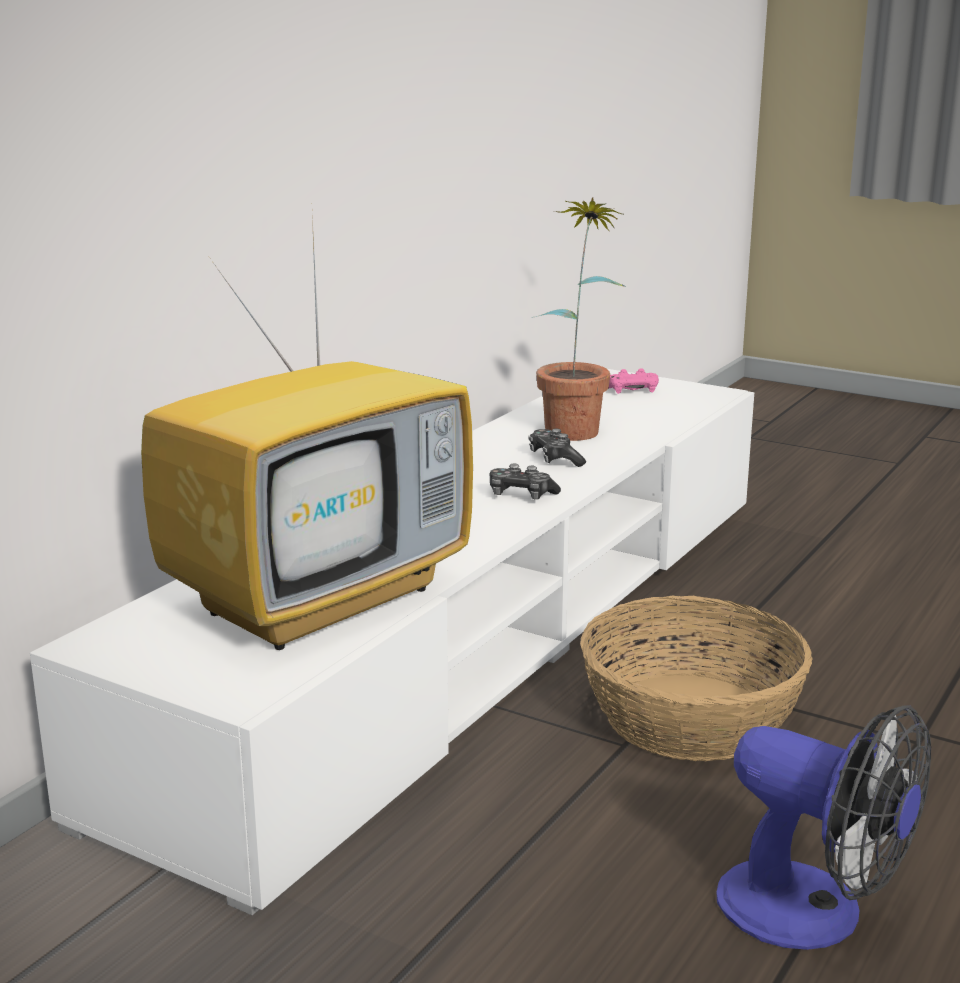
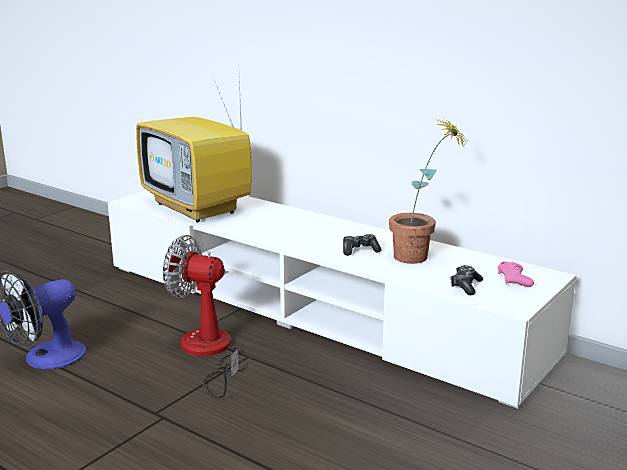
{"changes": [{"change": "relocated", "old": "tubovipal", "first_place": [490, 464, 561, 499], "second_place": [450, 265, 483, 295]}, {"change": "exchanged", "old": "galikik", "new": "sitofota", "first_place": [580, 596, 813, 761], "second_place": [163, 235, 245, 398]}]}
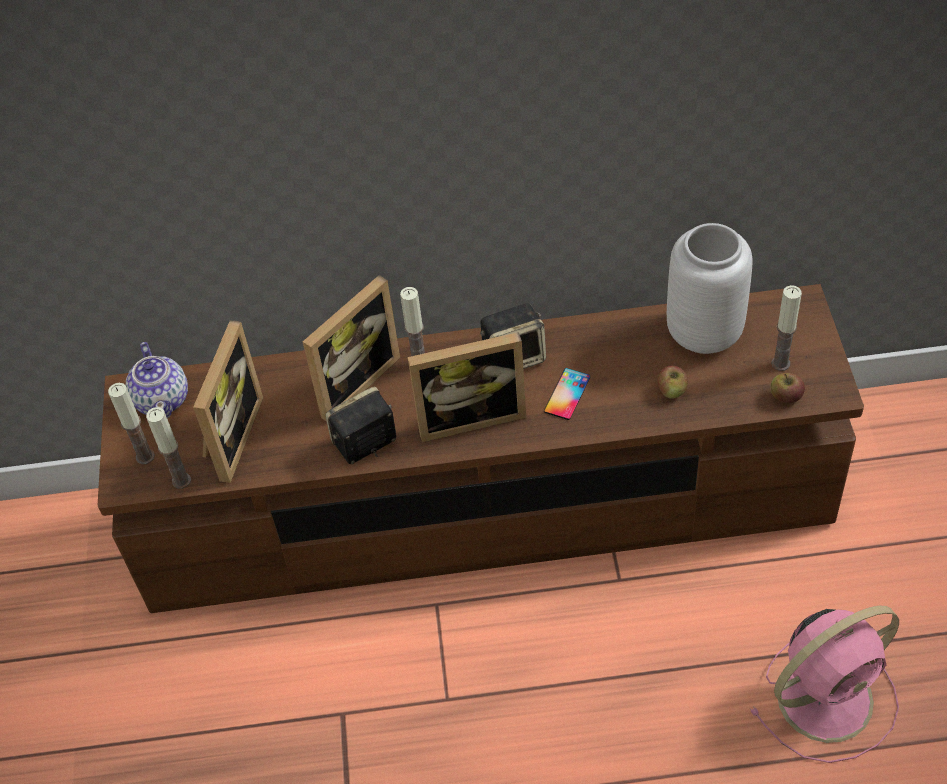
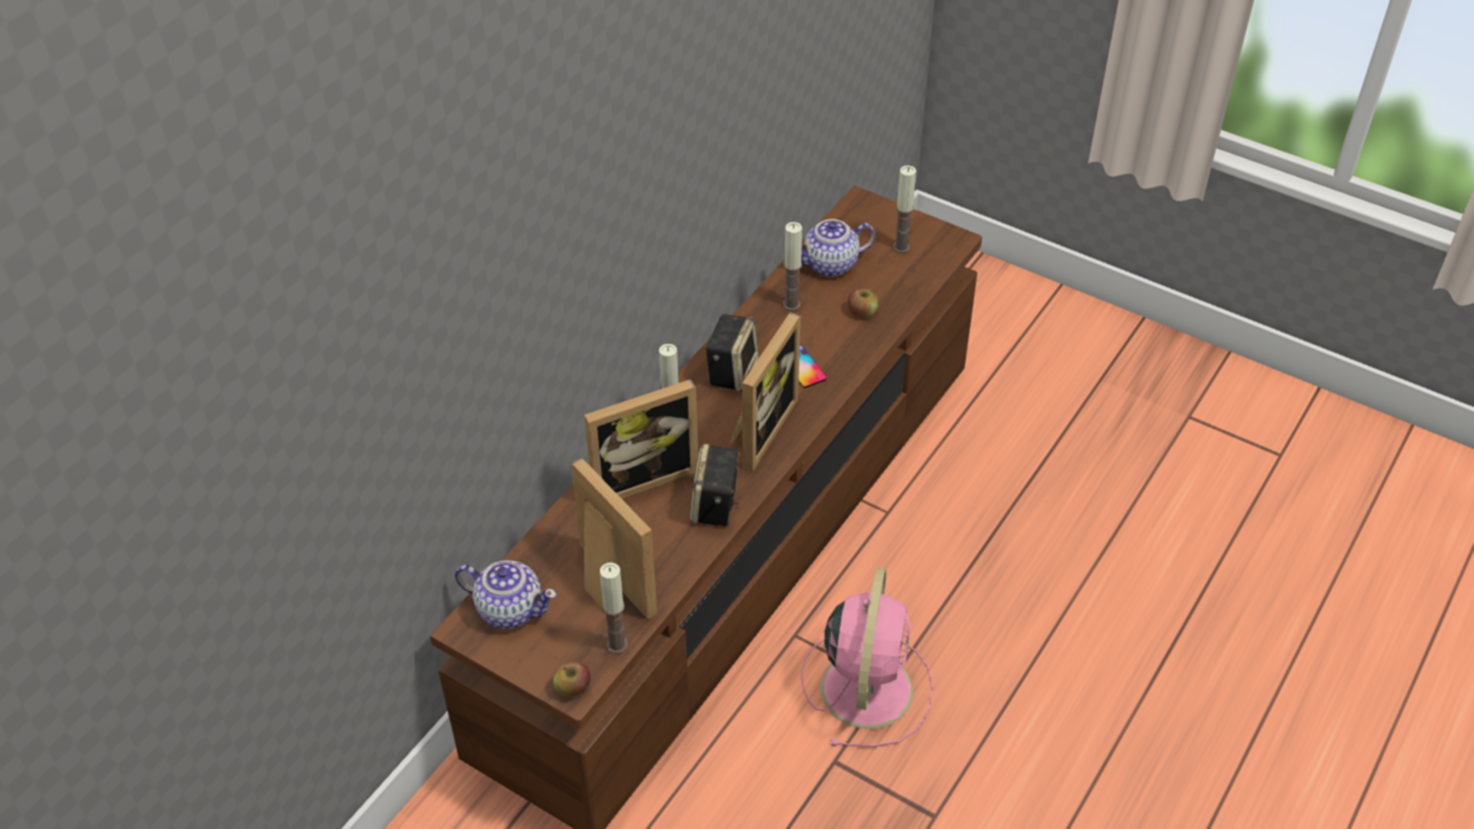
{"changes": [{"change": "exchanged", "old": "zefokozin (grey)", "new": "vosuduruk", "first_place": [667, 223, 753, 354], "second_place": [801, 219, 875, 277]}, {"change": "spun", "old": "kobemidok", "first_place": [303, 275, 400, 422], "second_place": [584, 379, 698, 499], "degrees": 75}, {"change": "relocated", "old": "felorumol", "first_place": [771, 373, 805, 403], "second_place": [553, 661, 591, 697]}, {"change": "relocated", "old": "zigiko", "first_place": [108, 383, 155, 464], "second_place": [783, 222, 802, 311]}, {"change": "relocated", "old": "sitofota (pink)", "first_place": [750, 606, 899, 763], "second_place": [801, 568, 933, 747]}]}
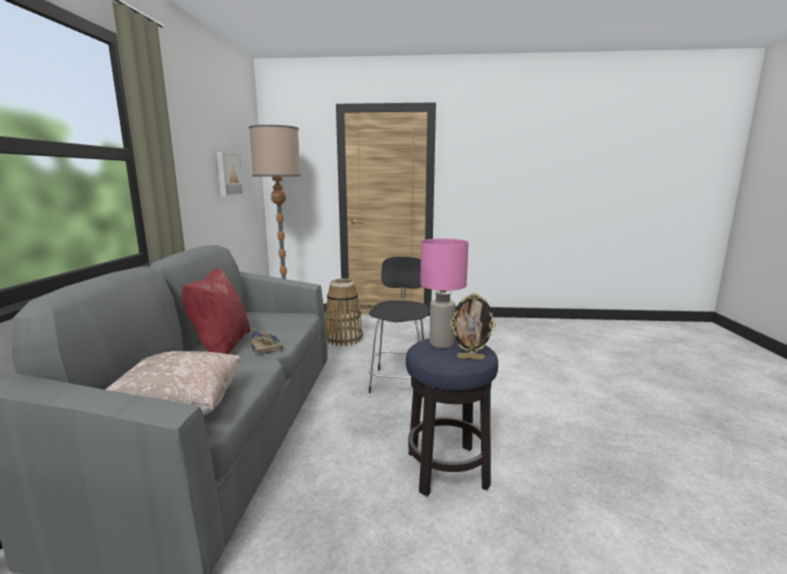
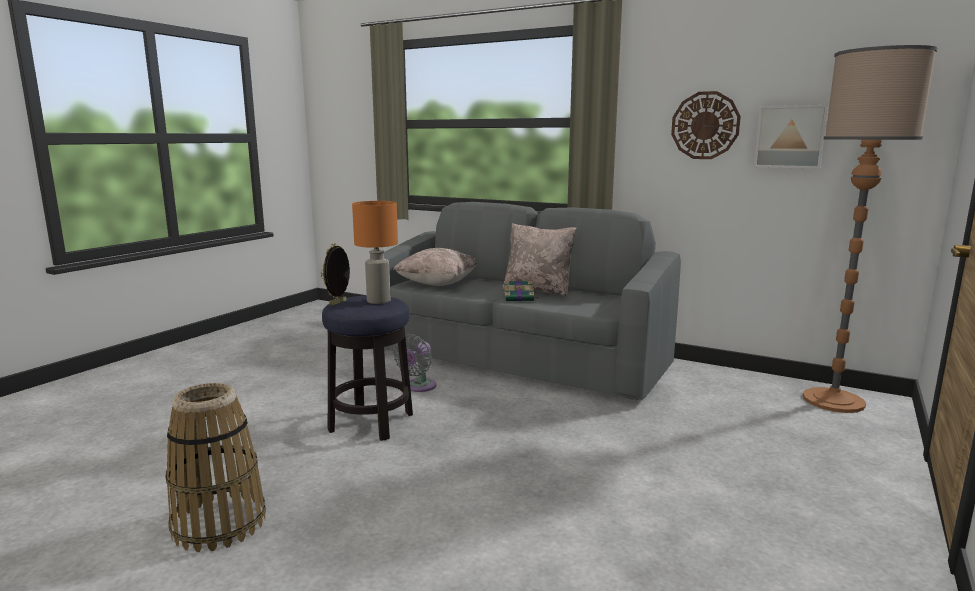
{"changes": [{"change": "colour", "old": "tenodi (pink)", "new": "tenodi (orange)", "first_place": [420, 239, 468, 348], "second_place": [352, 201, 398, 304]}, {"change": "missing", "old": "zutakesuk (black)", "first_place": [369, 257, 429, 393]}, {"change": "colour", "old": "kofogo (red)", "new": "kofogo (beige)", "first_place": [182, 268, 250, 354], "second_place": [502, 223, 576, 296]}, {"change": "relocated", "old": "galikik", "first_place": [325, 279, 363, 347], "second_place": [166, 383, 266, 552]}, {"change": "appeared", "new": "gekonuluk", "second_place": [671, 91, 741, 159]}, {"change": "appeared", "new": "sitofota (grey)", "second_place": [393, 334, 436, 392]}]}
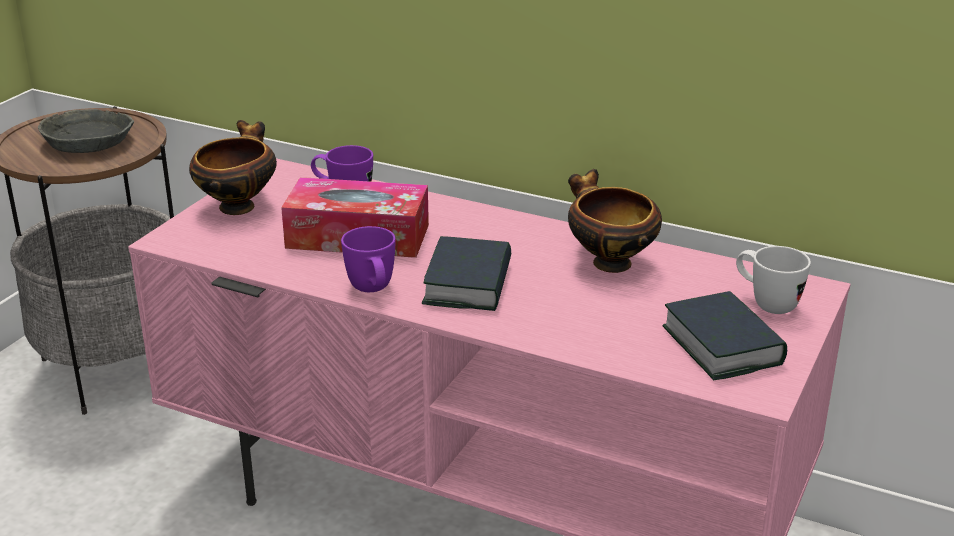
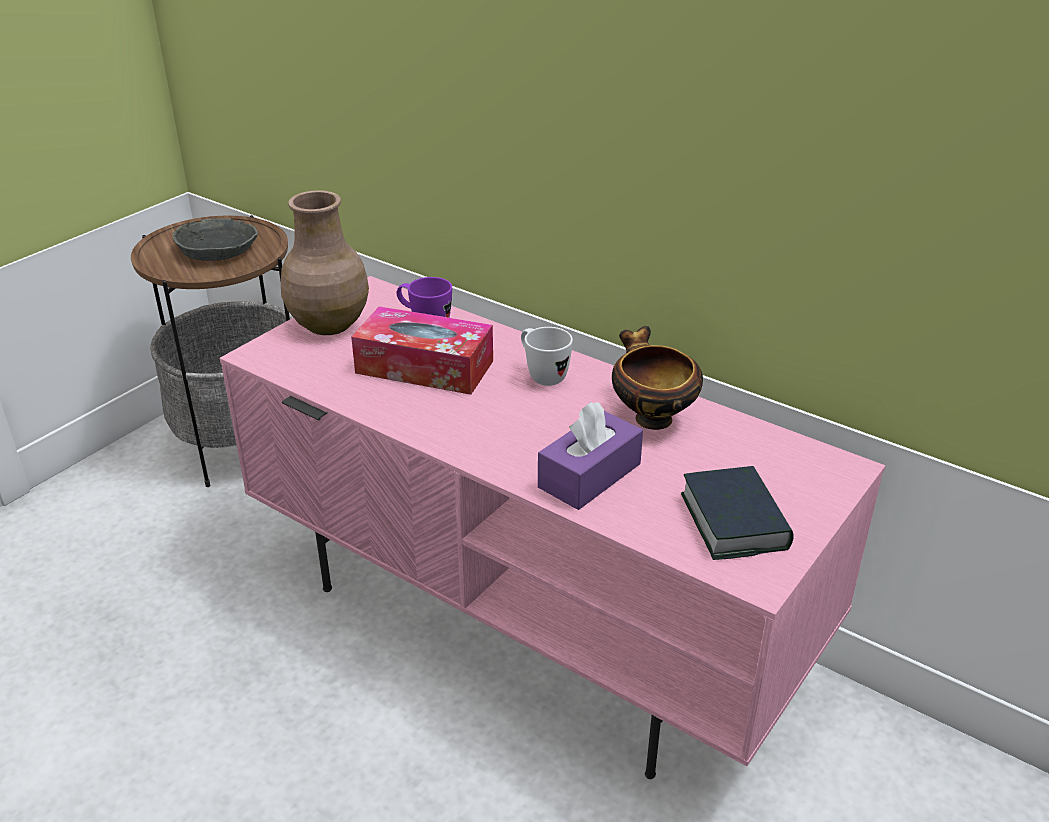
{"changes": [{"change": "exchanged", "old": "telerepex", "new": "zefokozin (brown)", "first_place": [189, 120, 277, 215], "second_place": [281, 190, 369, 335]}, {"change": "missing", "old": "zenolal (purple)", "first_place": [341, 226, 396, 292]}, {"change": "missing", "old": "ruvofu", "first_place": [422, 236, 511, 311]}, {"change": "relocated", "old": "zenolal (white)", "first_place": [736, 246, 811, 314], "second_place": [521, 327, 573, 386]}, {"change": "appeared", "new": "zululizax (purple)", "second_place": [538, 402, 643, 510]}]}
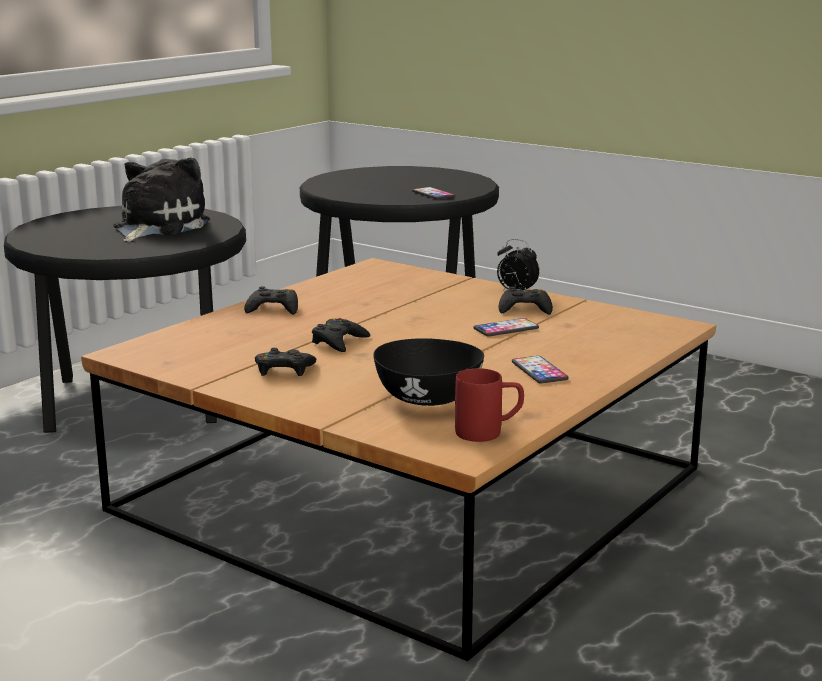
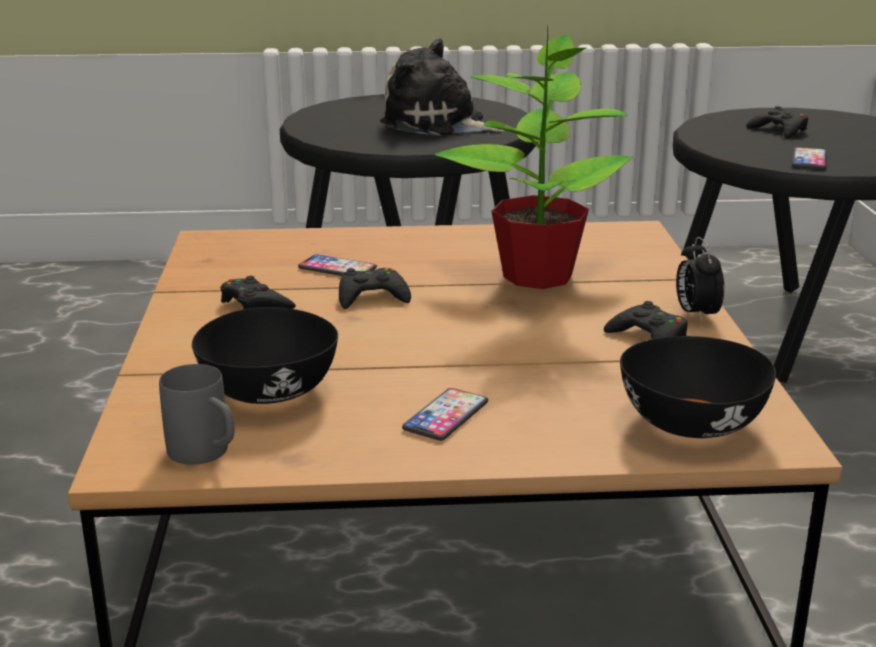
{"changes": [{"change": "spun", "old": "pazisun", "first_place": [113, 158, 210, 242], "second_place": [380, 38, 505, 136], "degrees": -135}, {"change": "relocated", "old": "tubovipal (black)", "first_place": [244, 286, 298, 315], "second_place": [746, 106, 808, 138]}, {"change": "relocated", "old": "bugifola", "first_place": [473, 318, 539, 337], "second_place": [298, 254, 377, 276]}, {"change": "colour", "old": "zenolal (red)", "new": "zenolal (grey)", "first_place": [455, 368, 524, 442], "second_place": [159, 364, 234, 465]}, {"change": "appeared", "new": "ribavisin", "second_place": [435, 25, 632, 289]}, {"change": "appeared", "new": "telerepex (black)", "second_place": [620, 336, 776, 438]}]}
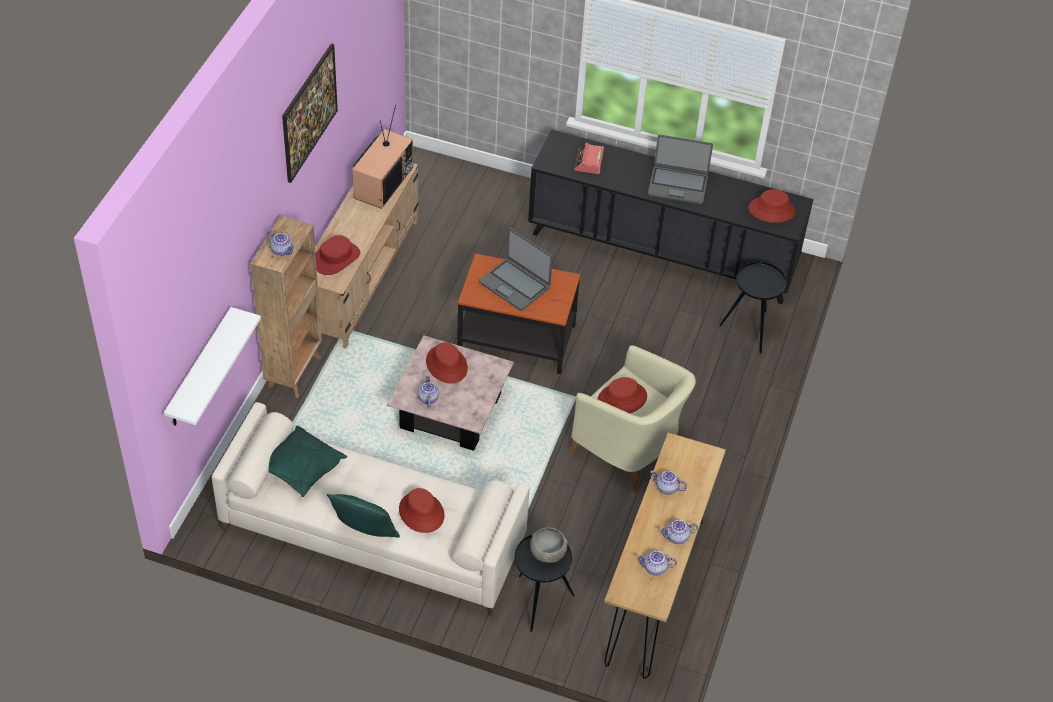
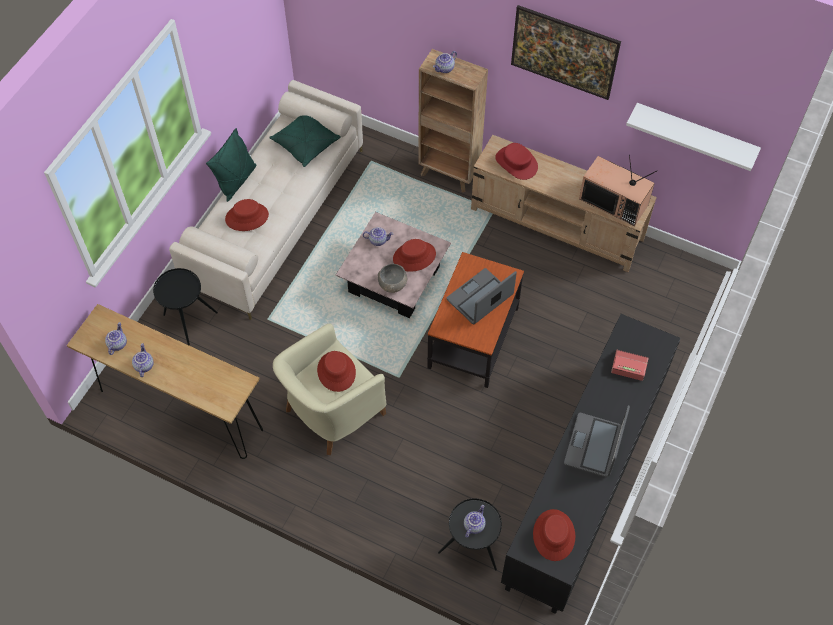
{"changes": [{"change": "relocated", "old": "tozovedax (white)", "first_place": [164, 307, 261, 426], "second_place": [626, 103, 761, 171]}, {"change": "relocated", "old": "vosuduruk", "first_place": [650, 471, 687, 495], "second_place": [464, 505, 486, 538]}, {"change": "relocated", "old": "telerepex (grey)", "first_place": [530, 527, 567, 563], "second_place": [378, 264, 407, 293]}]}
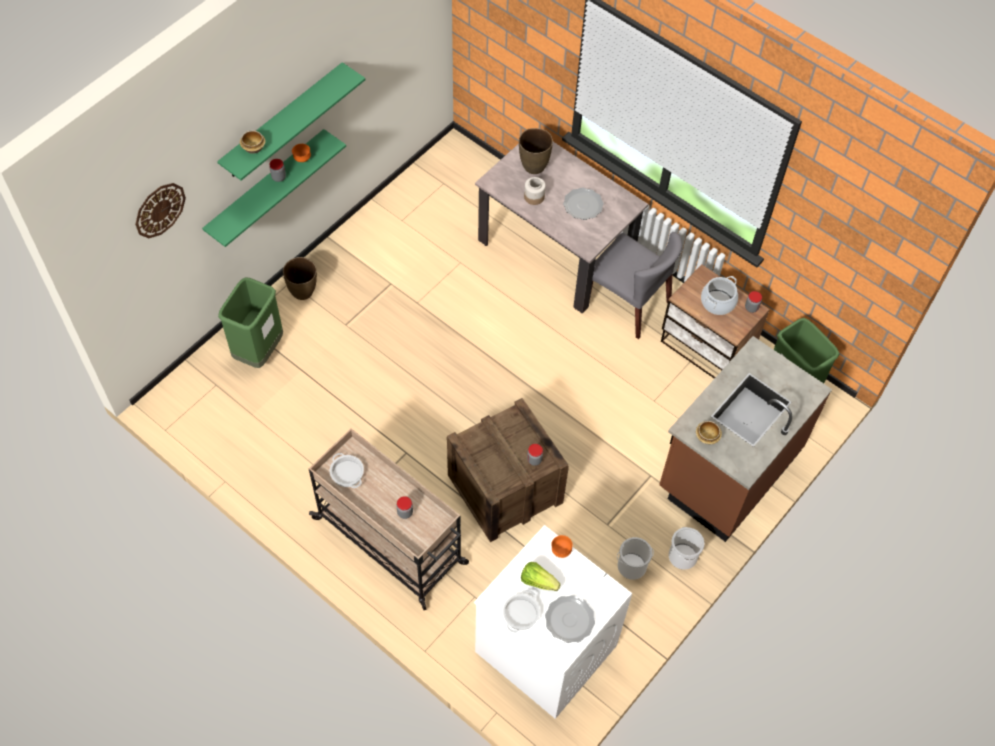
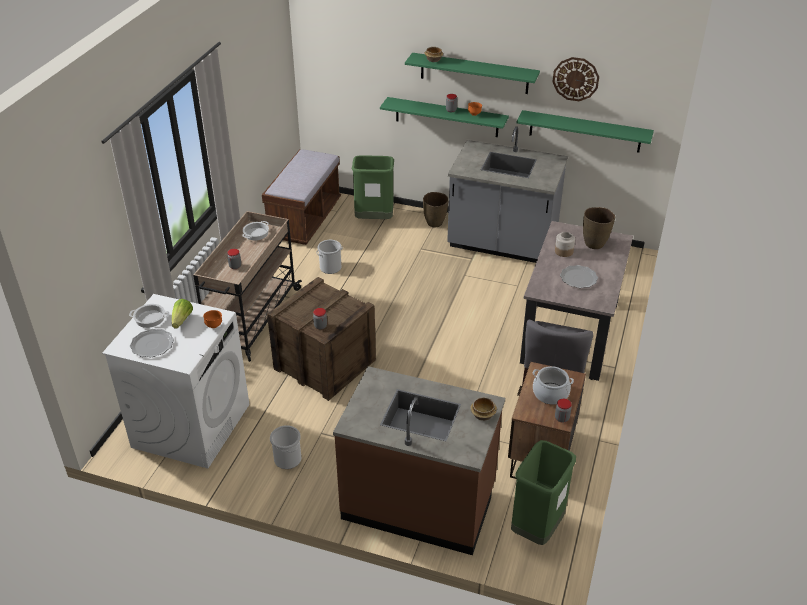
{"changes": [{"change": "relocated", "old": "gekonuluk", "first_place": [135, 183, 186, 238], "second_place": [553, 57, 599, 101]}, {"change": "relocated", "old": "telerepex", "first_place": [696, 421, 722, 444], "second_place": [471, 397, 497, 421]}, {"change": "relocated", "old": "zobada", "first_place": [669, 527, 705, 570], "second_place": [316, 240, 343, 274]}, {"change": "appeared", "new": "tozovedax (green)", "second_place": [517, 110, 654, 153]}, {"change": "appeared", "new": "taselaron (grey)", "second_place": [447, 126, 568, 263]}, {"change": "appeared", "new": "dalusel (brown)", "second_place": [262, 149, 341, 245]}]}
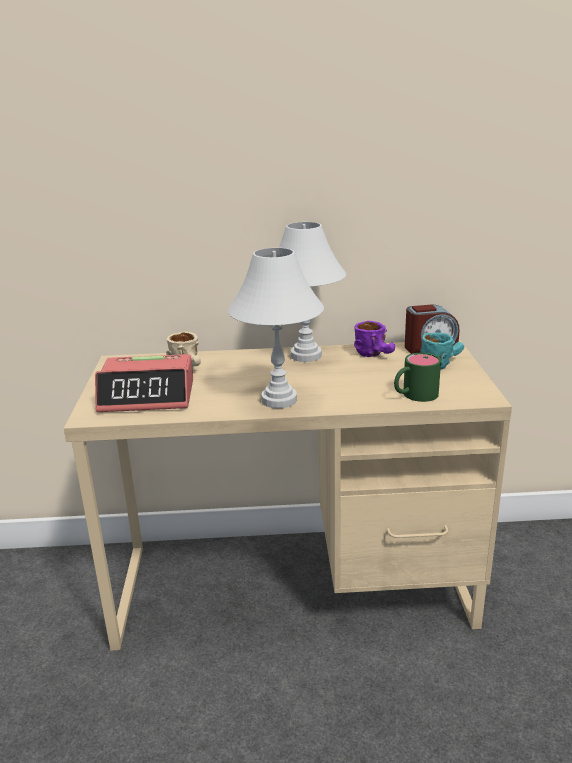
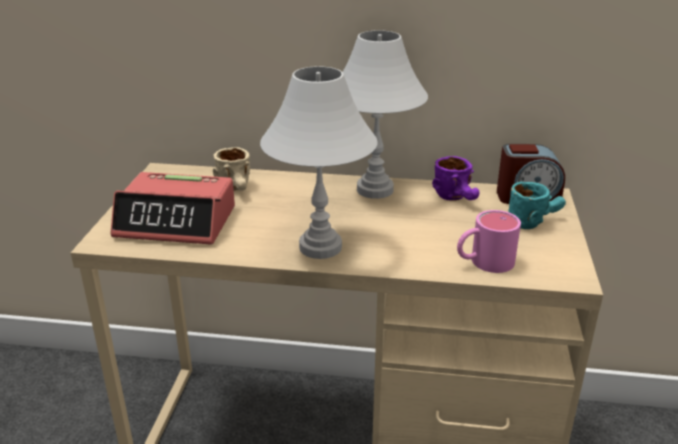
{"changes": [{"change": "colour", "old": "zenolal (green)", "new": "zenolal (pink)", "first_place": [394, 353, 441, 402], "second_place": [457, 210, 521, 273]}]}
